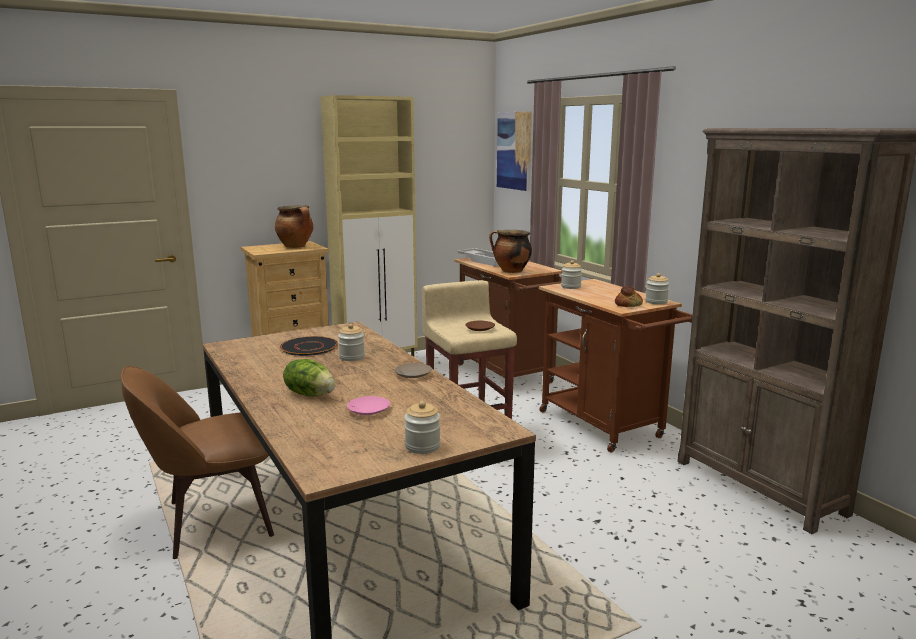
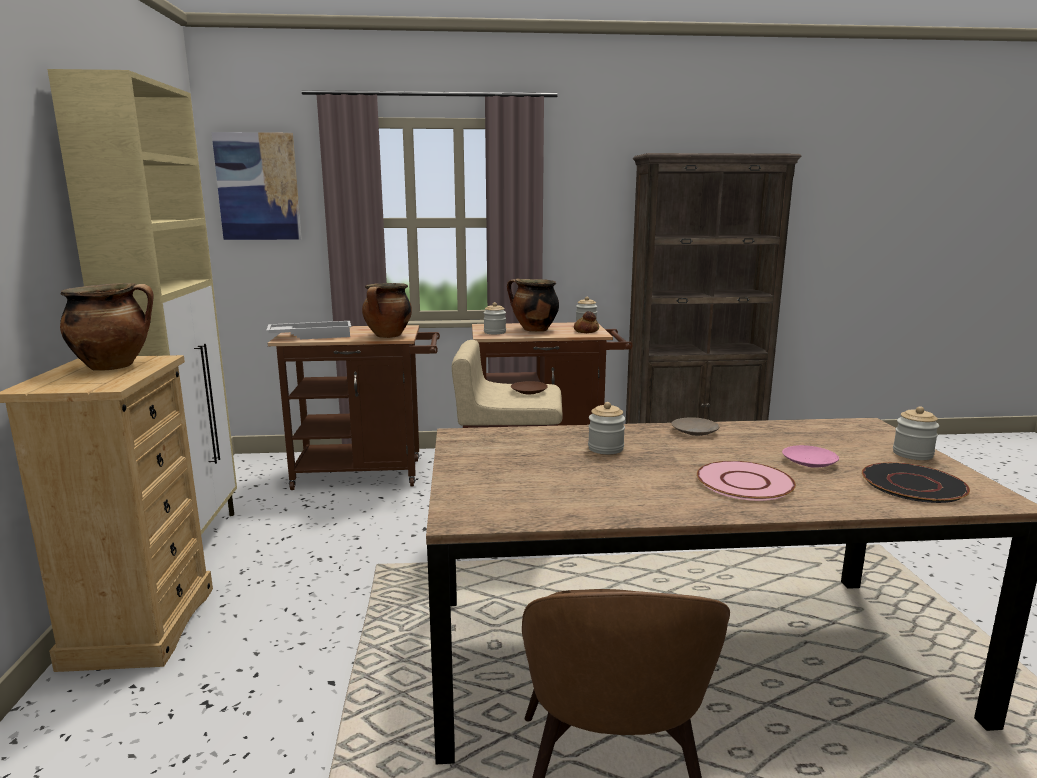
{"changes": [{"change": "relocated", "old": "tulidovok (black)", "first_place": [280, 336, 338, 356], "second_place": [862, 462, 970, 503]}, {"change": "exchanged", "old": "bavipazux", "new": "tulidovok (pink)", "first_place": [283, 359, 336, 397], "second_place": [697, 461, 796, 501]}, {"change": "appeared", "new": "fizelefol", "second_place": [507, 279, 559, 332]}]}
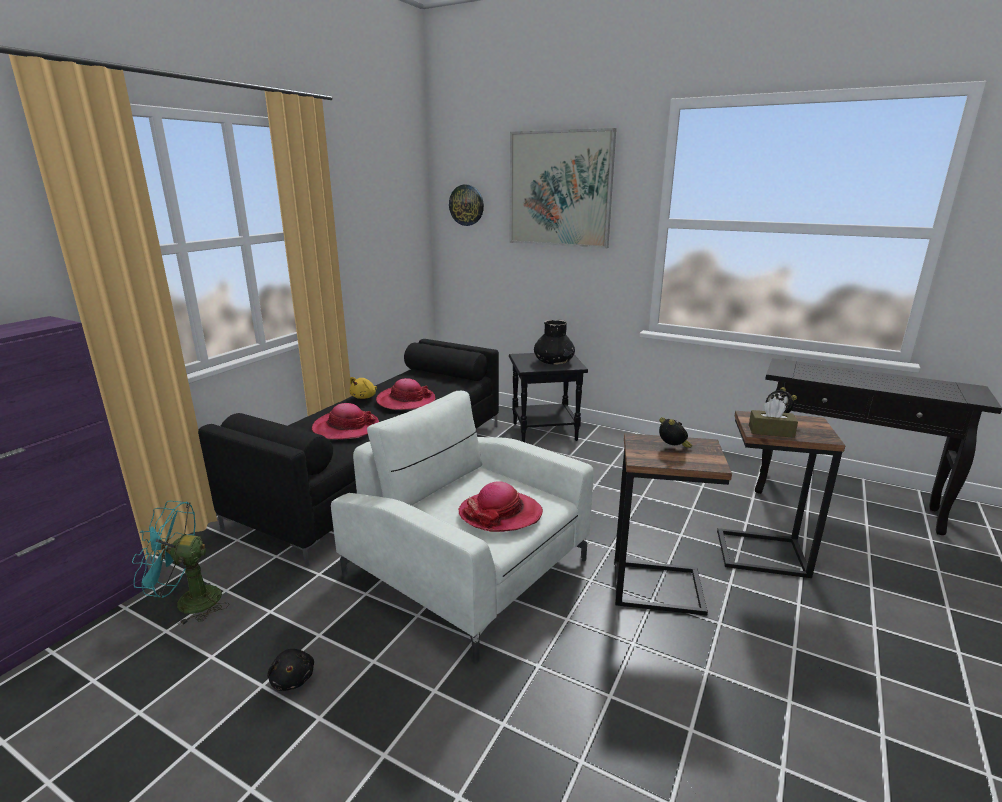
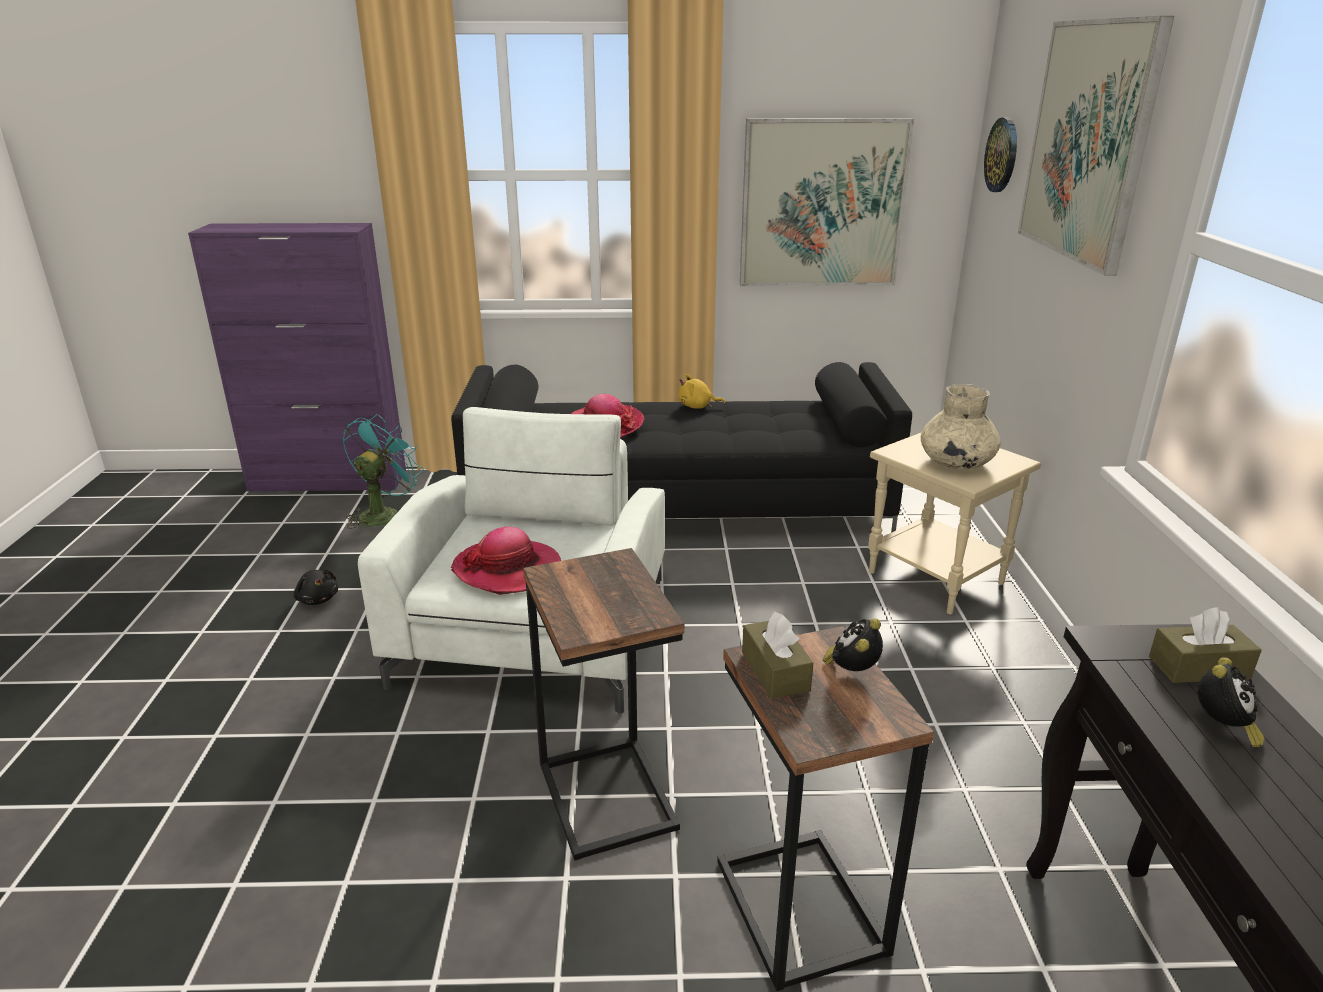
{"changes": [{"change": "colour", "old": "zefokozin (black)", "new": "zefokozin (beige)", "first_place": [534, 320, 575, 365], "second_place": [921, 384, 1001, 469]}, {"change": "colour", "old": "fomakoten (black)", "new": "fomakoten (beige)", "first_place": [509, 353, 588, 442], "second_place": [868, 433, 1041, 615]}, {"change": "missing", "old": "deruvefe", "first_place": [376, 378, 436, 410]}, {"change": "relocated", "old": "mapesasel", "first_place": [659, 417, 692, 448], "second_place": [1198, 657, 1265, 747]}, {"change": "spun", "old": "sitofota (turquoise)", "first_place": [132, 501, 229, 626], "second_place": [343, 414, 424, 529], "degrees": 60}, {"change": "spun", "old": "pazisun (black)", "first_place": [267, 649, 314, 691], "second_place": [294, 570, 338, 605], "degrees": -75}, {"change": "appeared", "new": "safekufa", "second_place": [740, 118, 914, 286]}, {"change": "appeared", "new": "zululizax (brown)", "second_place": [1149, 607, 1262, 683]}]}
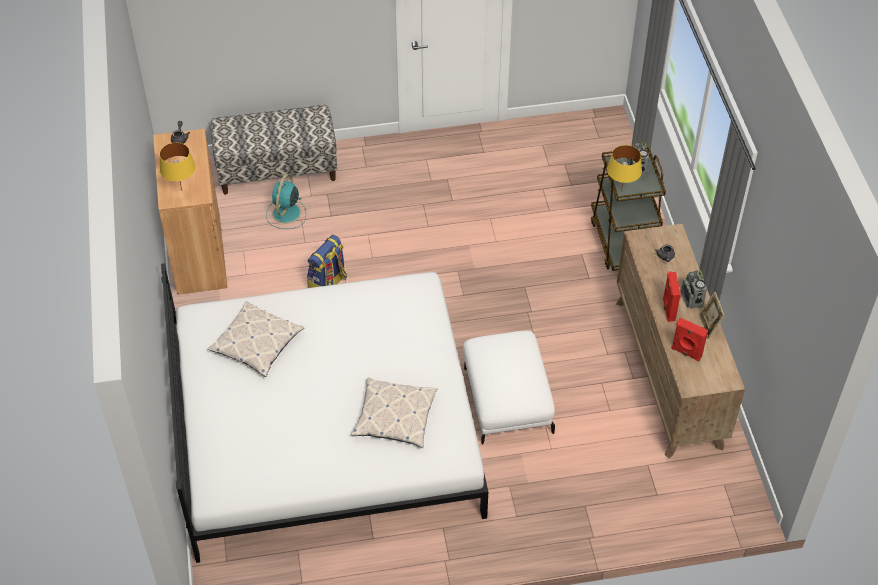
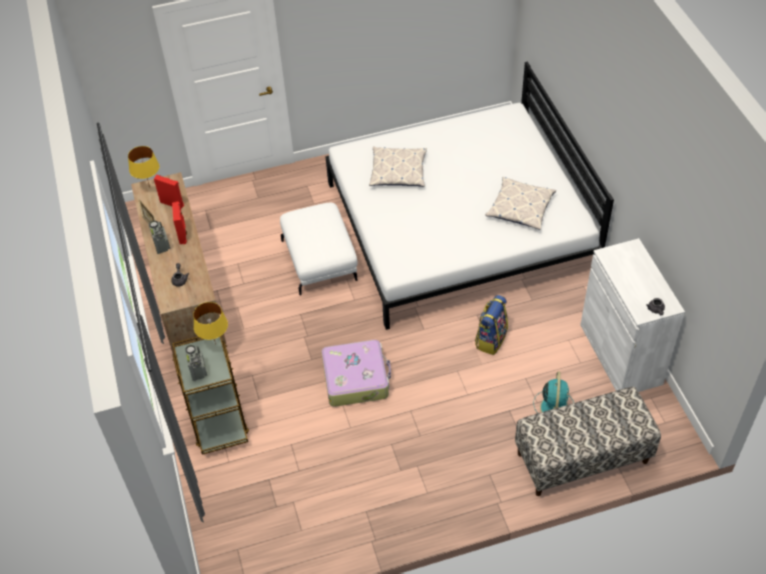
{"changes": [{"change": "colour", "old": "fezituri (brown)", "new": "fezituri (white)", "first_place": [153, 129, 228, 295], "second_place": [580, 238, 685, 392]}, {"change": "relocated", "old": "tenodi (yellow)", "first_place": [160, 143, 195, 190], "second_place": [128, 146, 159, 187]}, {"change": "appeared", "new": "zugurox", "second_place": [322, 340, 391, 407]}]}
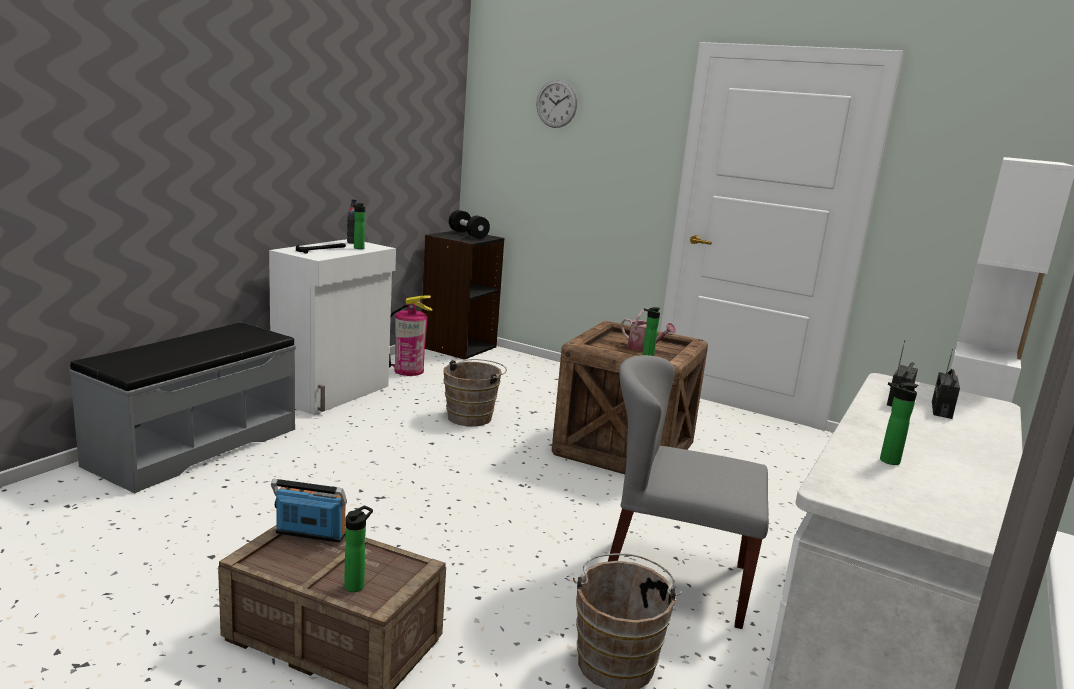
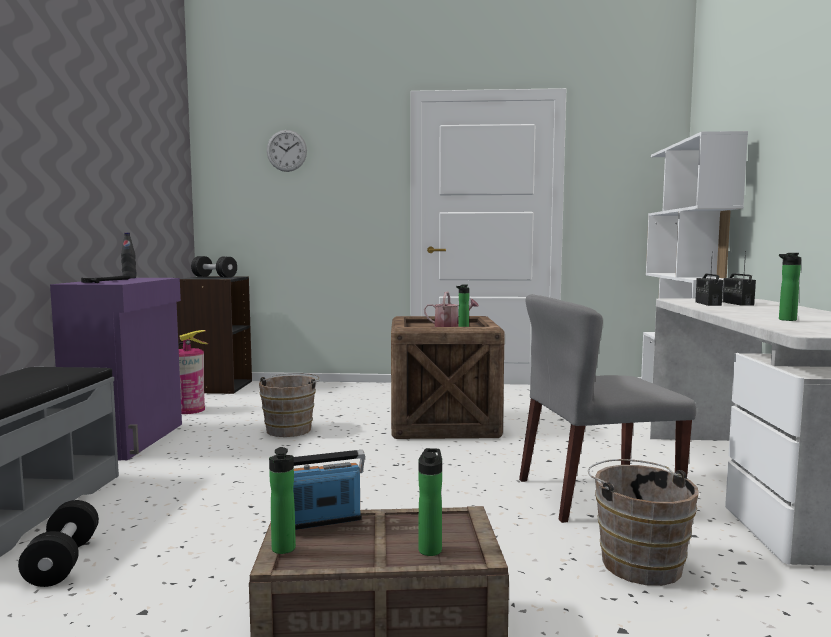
{"changes": [{"change": "relocated", "old": "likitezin", "first_place": [353, 203, 365, 249], "second_place": [269, 447, 296, 554]}, {"change": "colour", "old": "fezituri (white)", "new": "fezituri (purple)", "first_place": [269, 239, 396, 415], "second_place": [50, 278, 182, 460]}, {"change": "appeared", "new": "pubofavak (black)", "second_place": [18, 500, 99, 587]}]}
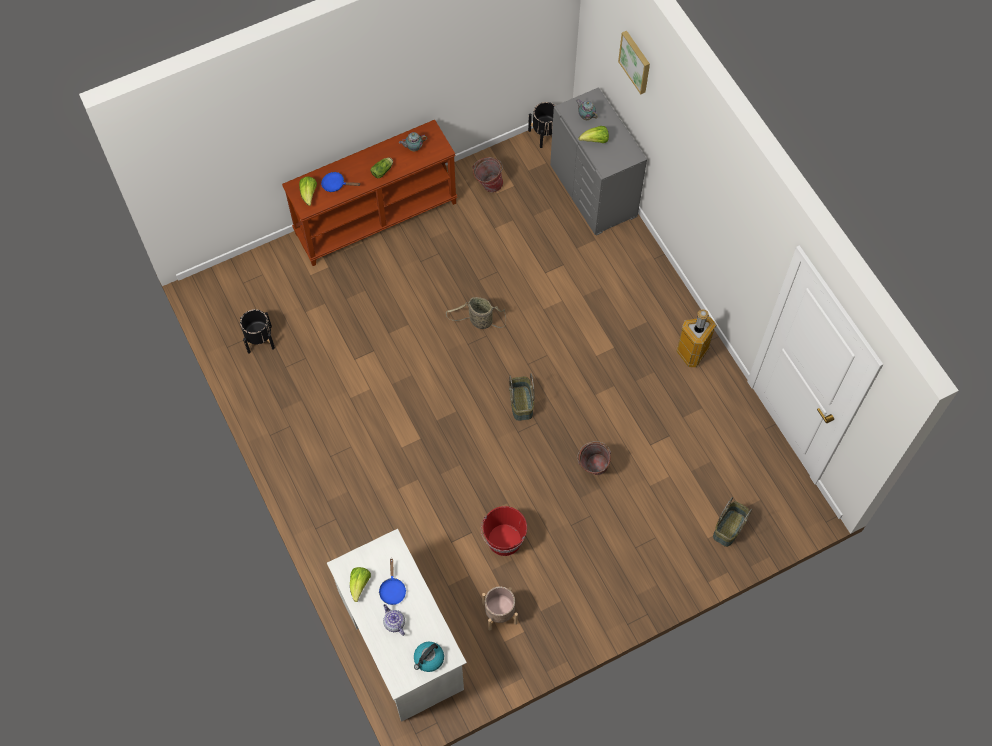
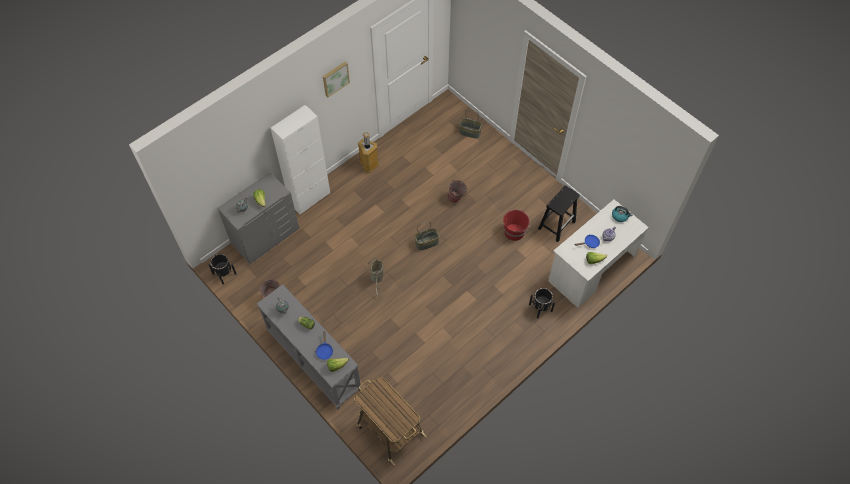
{"changes": [{"change": "relocated", "old": "safekufa", "first_place": [618, 31, 650, 94], "second_place": [323, 61, 350, 97]}, {"change": "colour", "old": "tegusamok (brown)", "new": "tegusamok (grey)", "first_place": [282, 120, 457, 266], "second_place": [257, 284, 362, 409]}, {"change": "relocated", "old": "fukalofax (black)", "first_place": [240, 309, 275, 354], "second_place": [529, 288, 555, 318]}, {"change": "exchanged", "old": "fukalofax (beige)", "new": "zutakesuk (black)", "first_place": [482, 586, 518, 630], "second_place": [538, 185, 580, 242]}, {"change": "appeared", "new": "fezituri (white)", "second_place": [270, 105, 330, 215]}, {"change": "appeared", "new": "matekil", "second_place": [354, 377, 427, 465]}]}
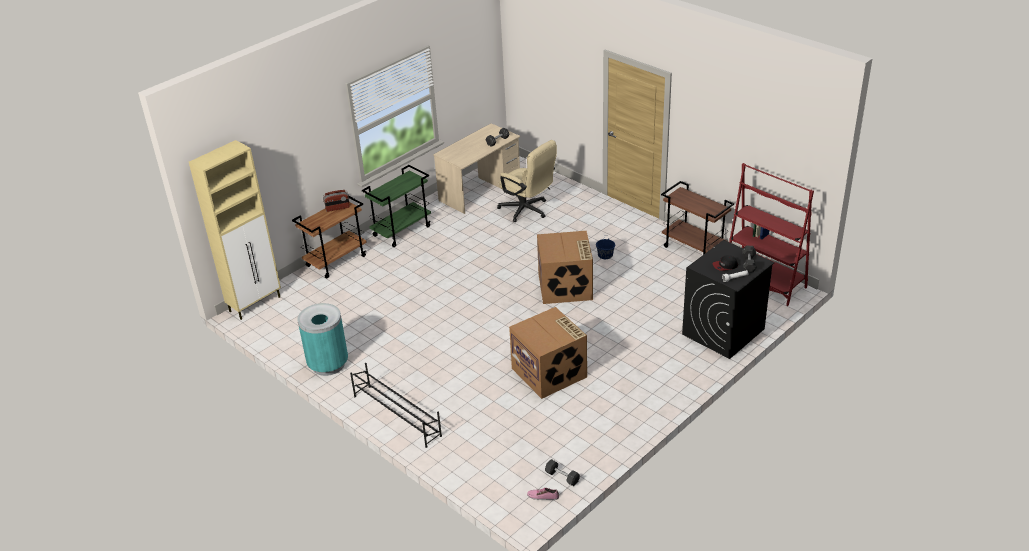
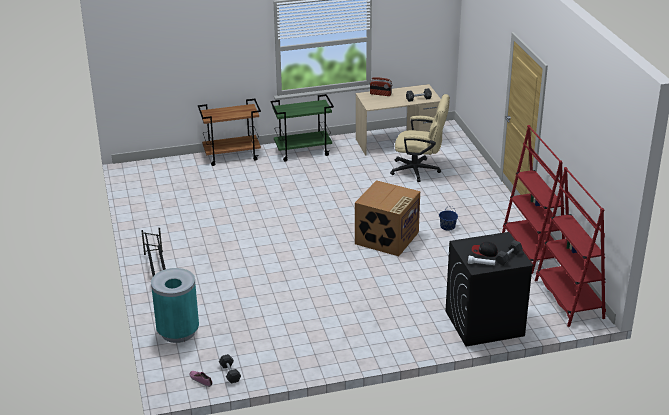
{"changes": [{"change": "missing", "old": "fezituri (beige)", "first_place": [189, 140, 281, 320]}, {"change": "spun", "old": "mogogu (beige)", "first_place": [497, 140, 557, 222], "second_place": [390, 94, 450, 182], "degrees": -60}, {"change": "exchanged", "old": "matekil (brown)", "new": "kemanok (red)", "first_place": [661, 181, 734, 255], "second_place": [502, 125, 565, 274]}, {"change": "relocated", "old": "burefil", "first_place": [323, 190, 350, 212], "second_place": [370, 77, 392, 96]}, {"change": "relocated", "old": "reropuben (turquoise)", "first_place": [298, 303, 348, 376], "second_place": [151, 268, 199, 343]}, {"change": "missing", "old": "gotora", "first_place": [509, 307, 587, 399]}]}
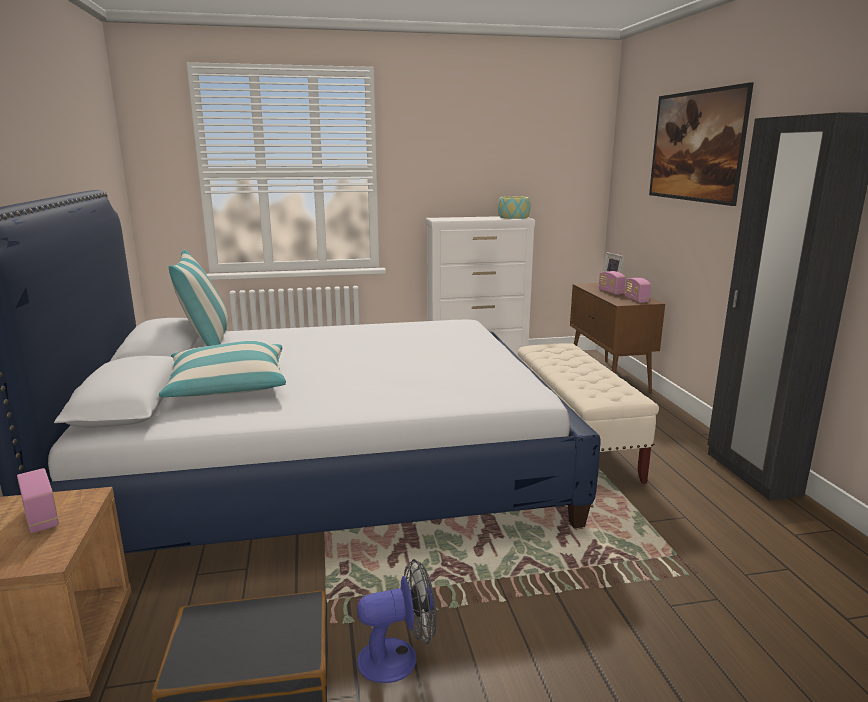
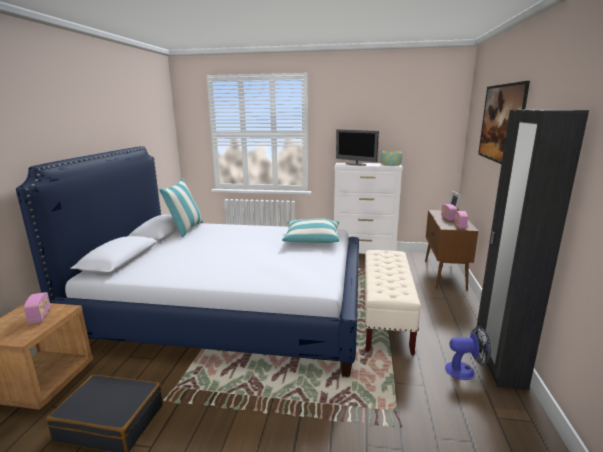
{"changes": [{"change": "relocated", "old": "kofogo", "first_place": [159, 341, 286, 397], "second_place": [282, 218, 339, 243]}, {"change": "relocated", "old": "sitofota", "first_place": [357, 559, 436, 683], "second_place": [445, 326, 491, 380]}, {"change": "appeared", "new": "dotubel", "second_place": [336, 129, 379, 166]}]}
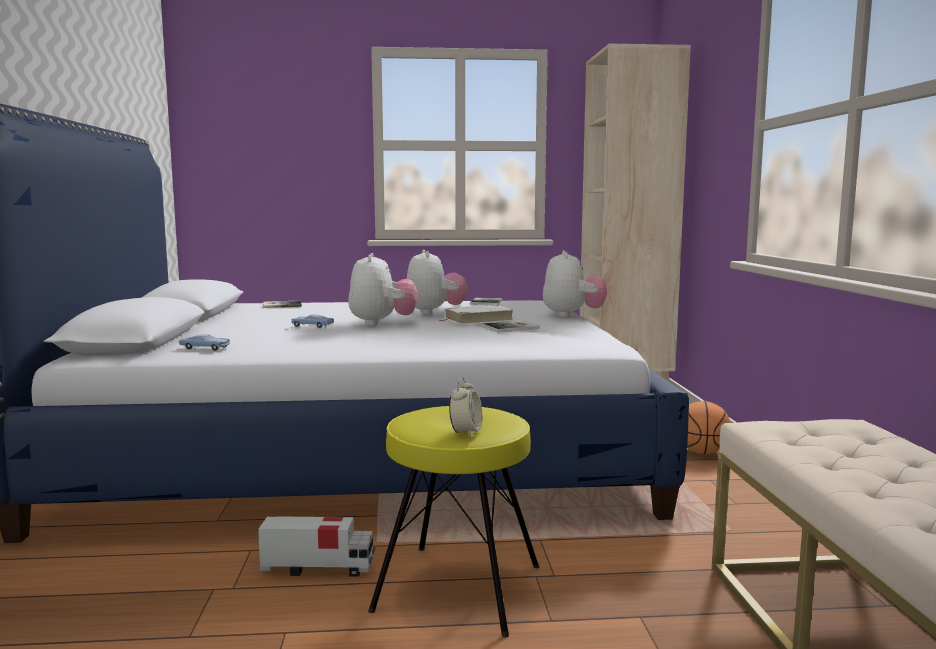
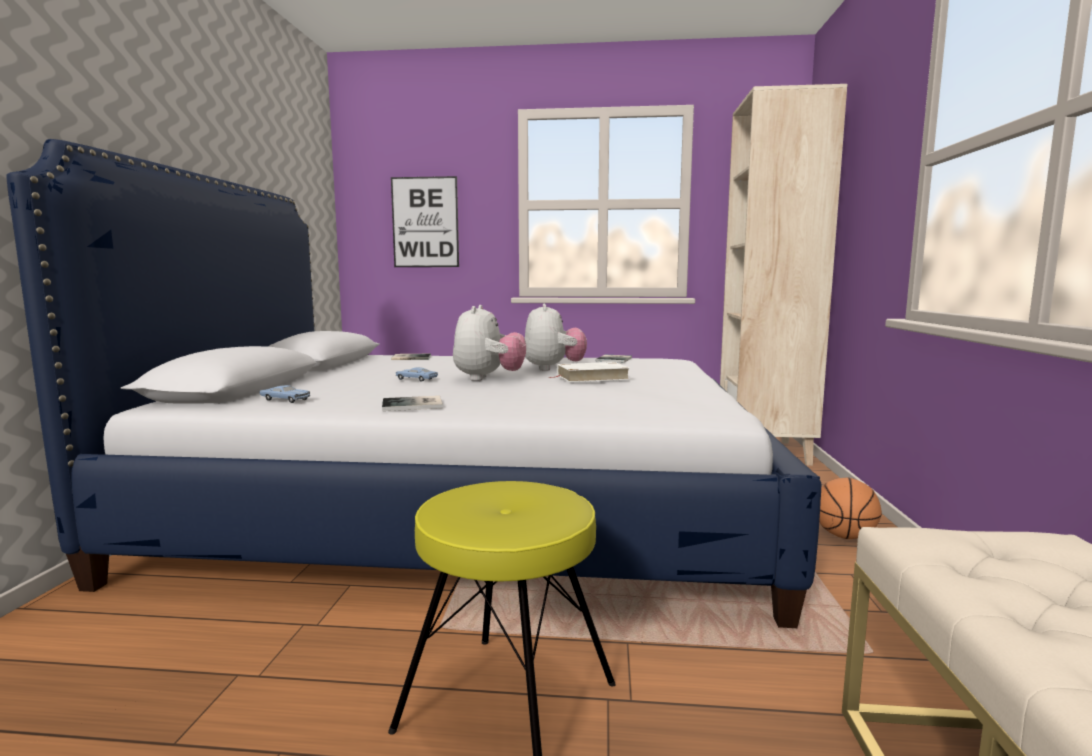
{"changes": [{"change": "missing", "old": "pazisun", "first_place": [543, 250, 607, 317]}, {"change": "relocated", "old": "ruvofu", "first_place": [482, 321, 540, 332], "second_place": [382, 396, 443, 411]}, {"change": "missing", "old": "mapesasel", "first_place": [449, 377, 482, 437]}, {"change": "missing", "old": "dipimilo", "first_place": [258, 516, 376, 577]}, {"change": "appeared", "new": "safekufa", "second_place": [391, 176, 459, 267]}]}
